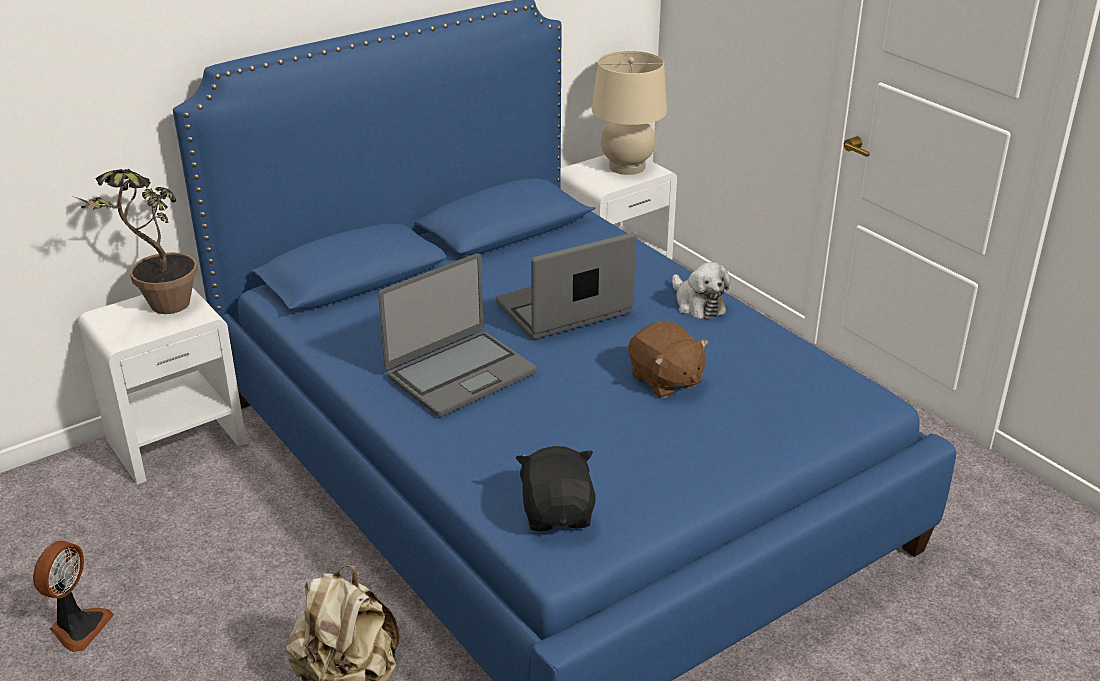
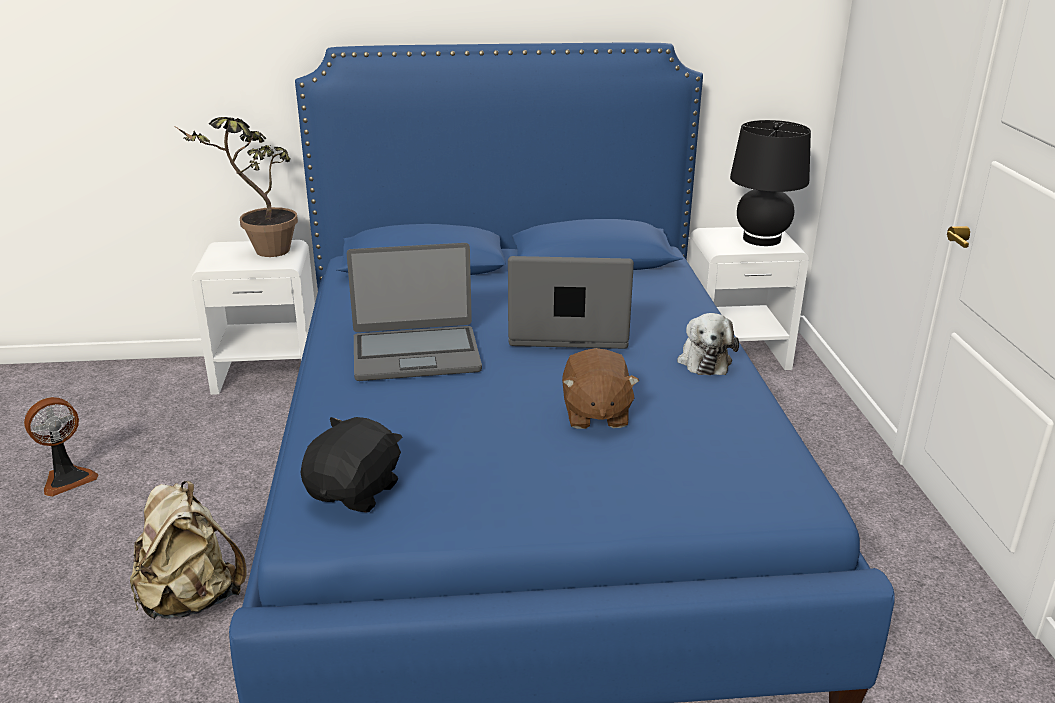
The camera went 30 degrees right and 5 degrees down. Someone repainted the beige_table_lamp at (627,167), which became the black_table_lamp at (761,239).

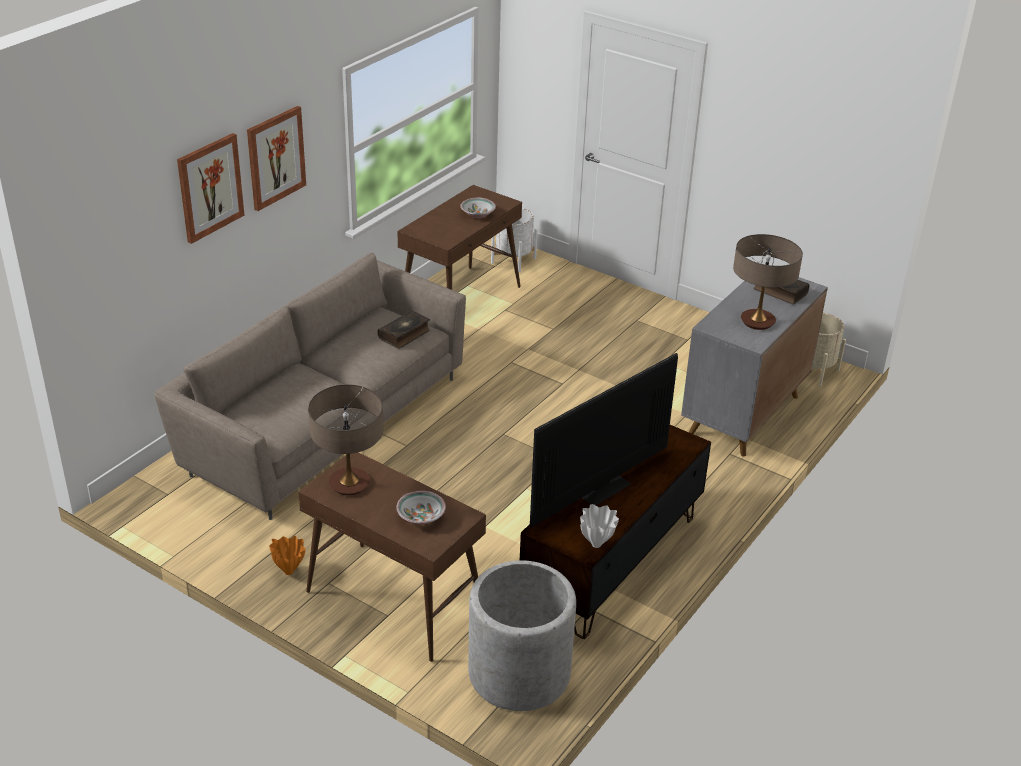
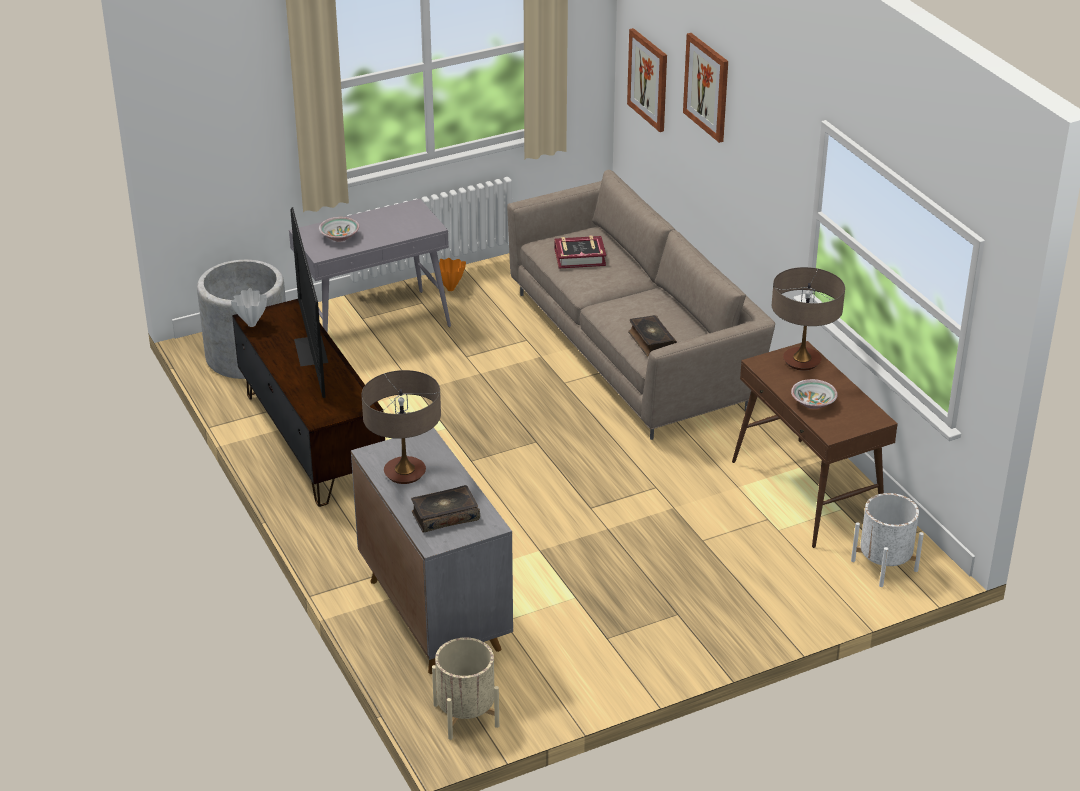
The camera went 120 degrees right and 0 degrees up. Someone carried the picture from (275,157) to (648,79). Someone repainted the brown_console_table at (393,601), which became the grey_console_table at (374,325). Someone carried the table_lamp from (349,484) to (801,361). Someone put down the book at (579,257).

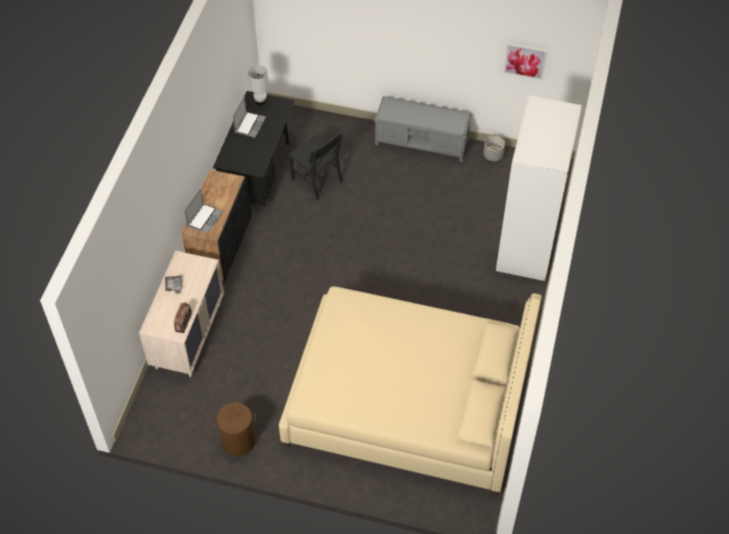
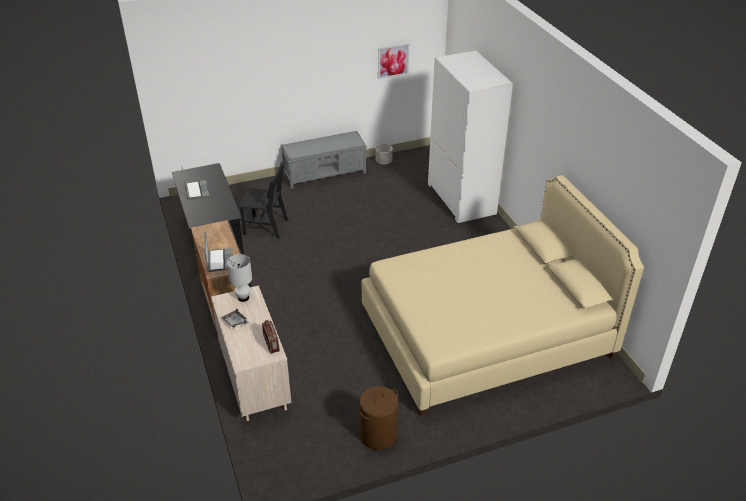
The camera went 35 degrees left and 15 degrees down. Someone carried the white_table_lamp from (260,101) to (243,298).

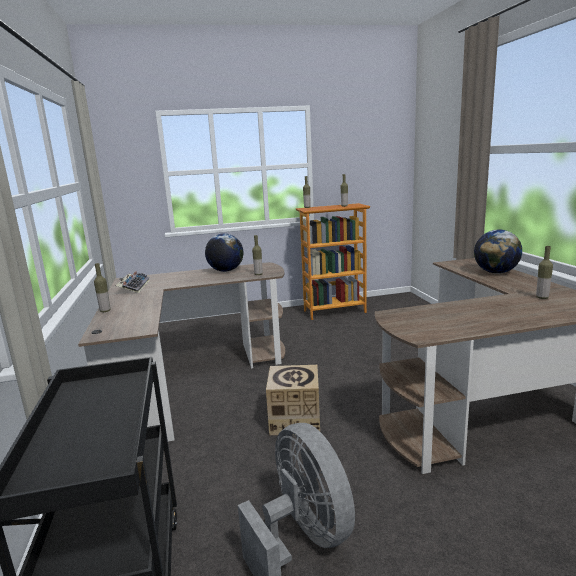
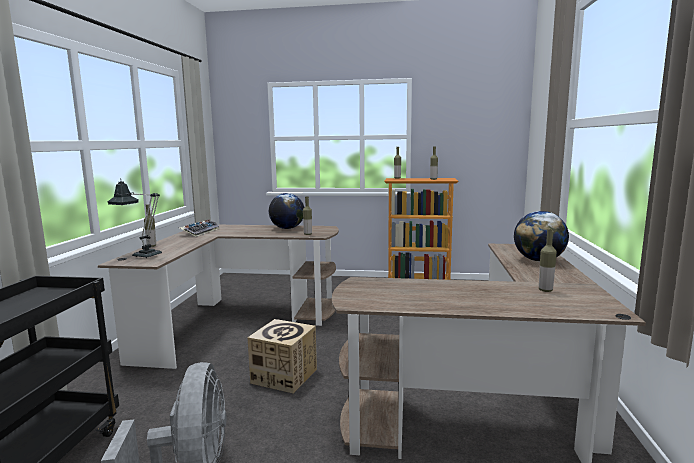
The camera went 20 degrees right and 5 degrees down. Someone put down the table_lamp at (142,255).

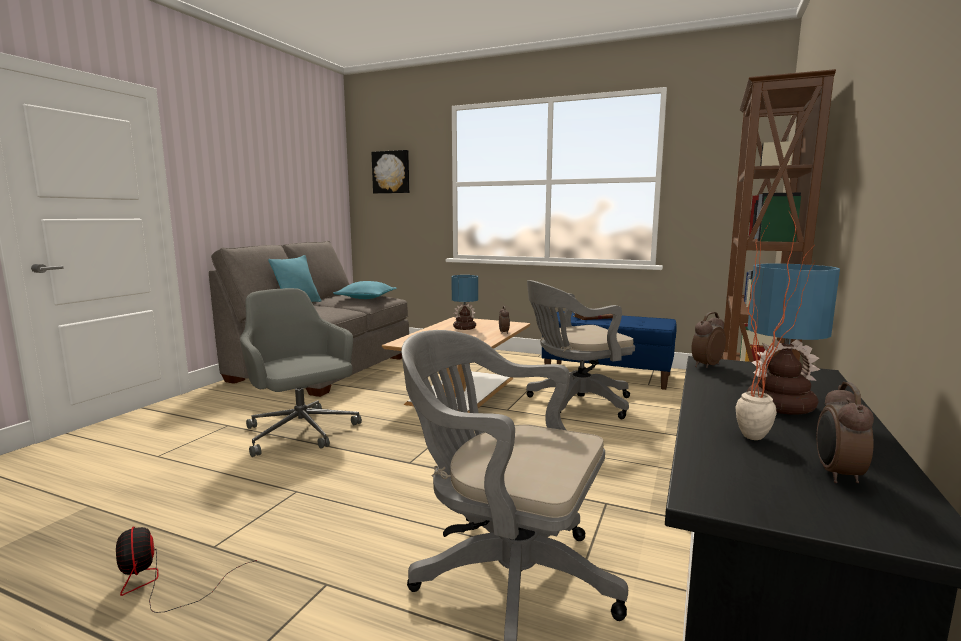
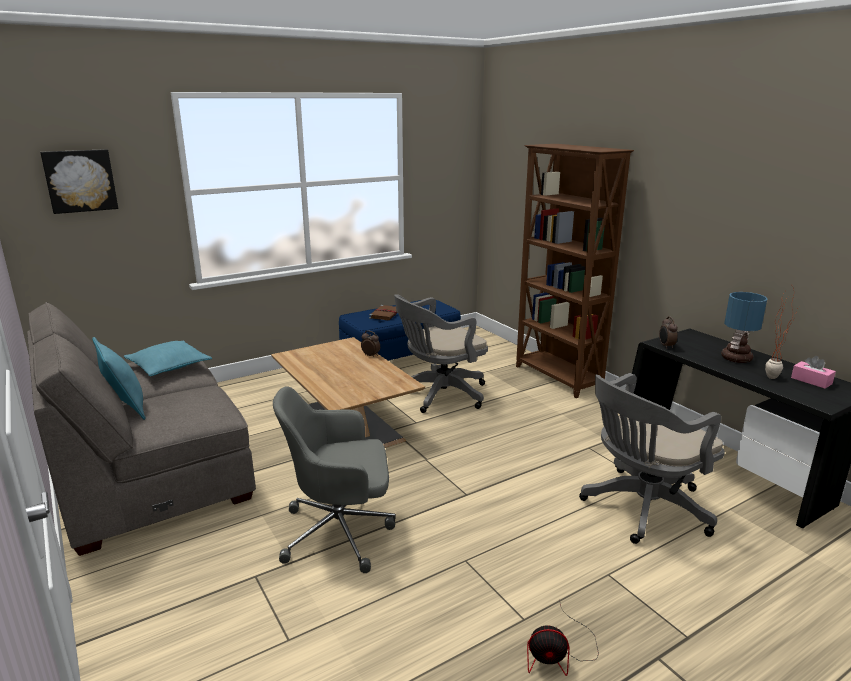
The camera went 55 degrees left and 10 degrees up. Someone took away the table_lamp at (465,328). Someone rotated the grey_office_chair at (575,403) by 45 degrees clockwise. Someone swapped the alarm_clock at (836,474) for the pink_tissue_box at (811,381).

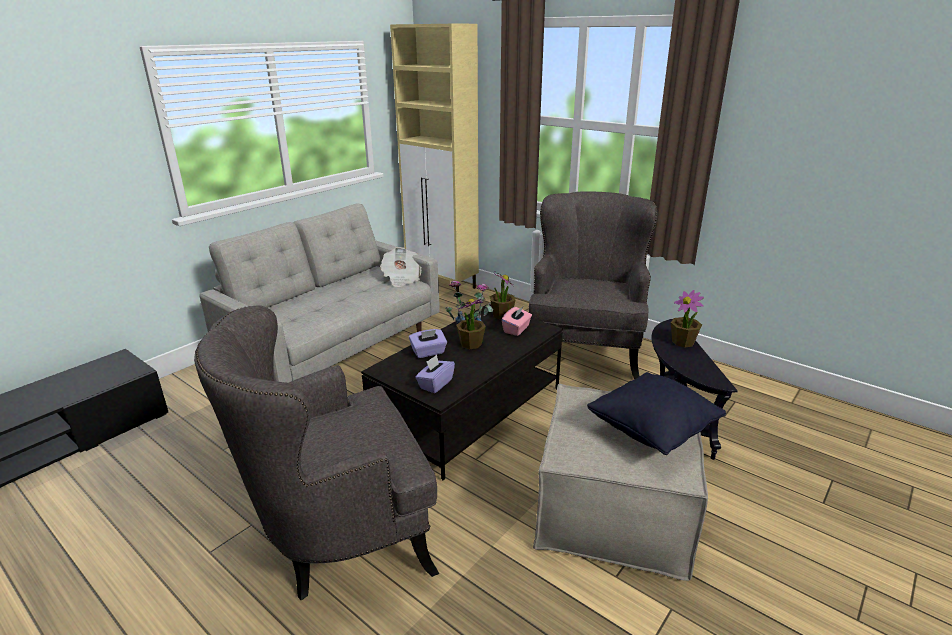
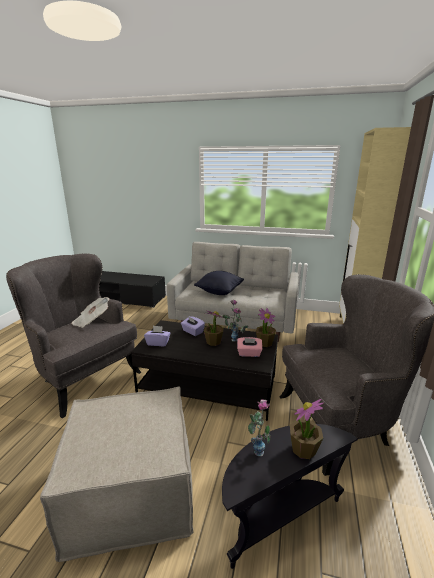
The camera went 65 degrees right and 5 degrees down. Someone carried the newspaper from (402,278) to (92,321). Someone carried the black_pillow from (652,432) to (219,292). Someone put down the vase at (258,447).

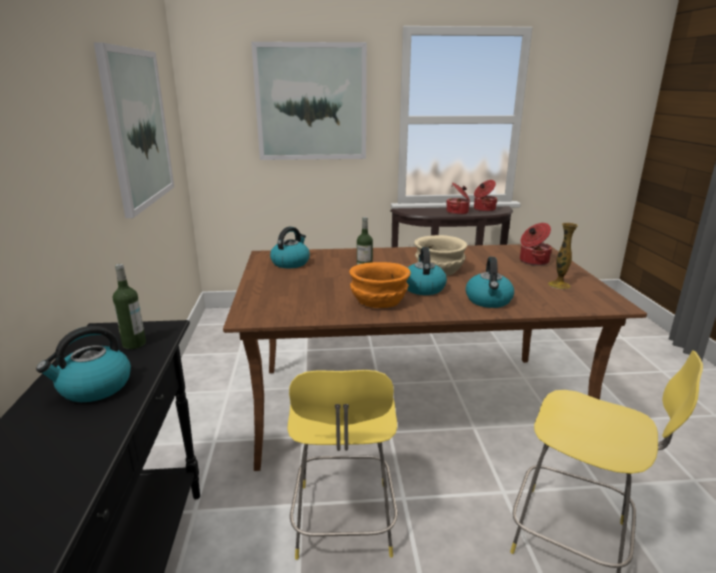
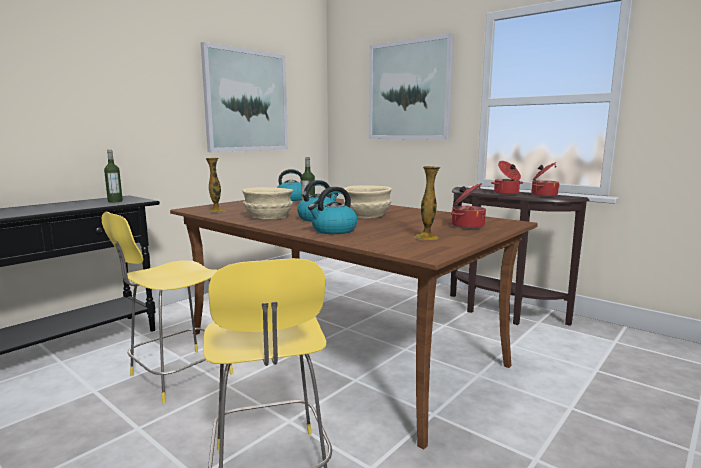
The camera went 45 degrees right and 10 degrees down. Someone took away the kettle at (94,387). Someone repainted the orange_bowl at (378,301), which became the beige_bowl at (268,217). Someone put down the vase at (216,211).

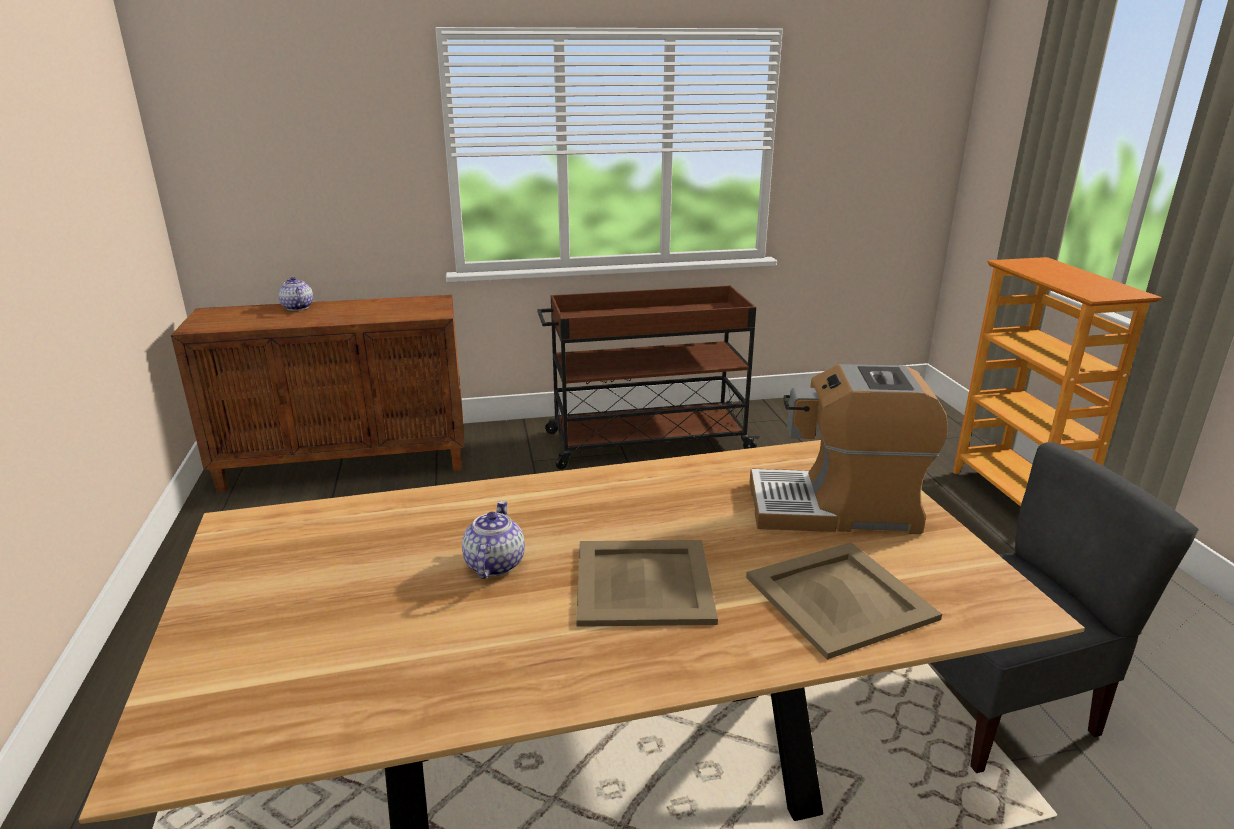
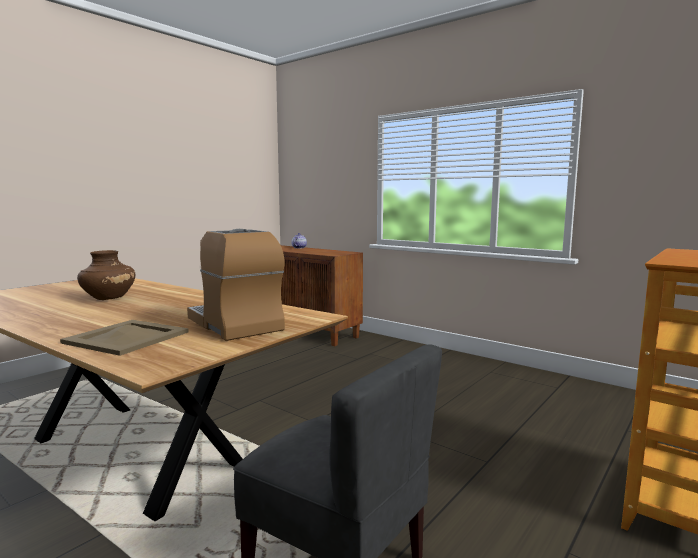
The camera went 50 degrees right and 15 degrees down. Someone swapped the teapot at (494,564) for the brown_vase at (108,298). Someone took away the brown_cart at (645,442). Someone took away the beige_tray at (644,582).

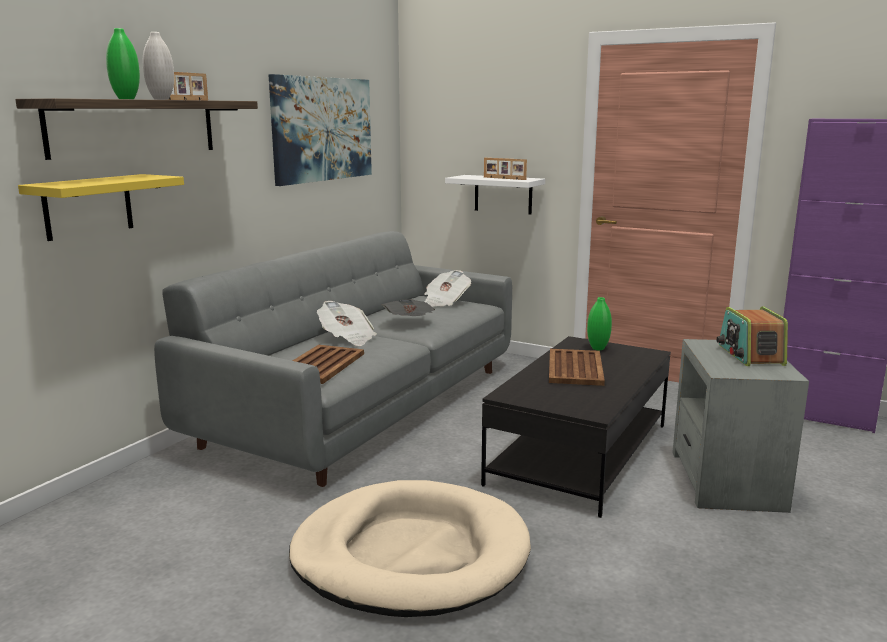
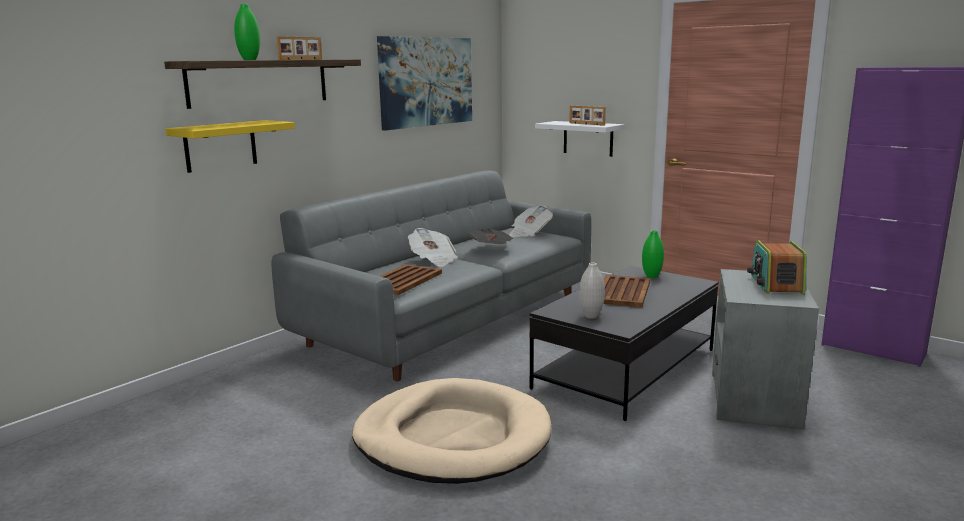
The camera went 10 degrees right and 0 degrees up. Someone carried the white_vase from (161,99) to (591,316).

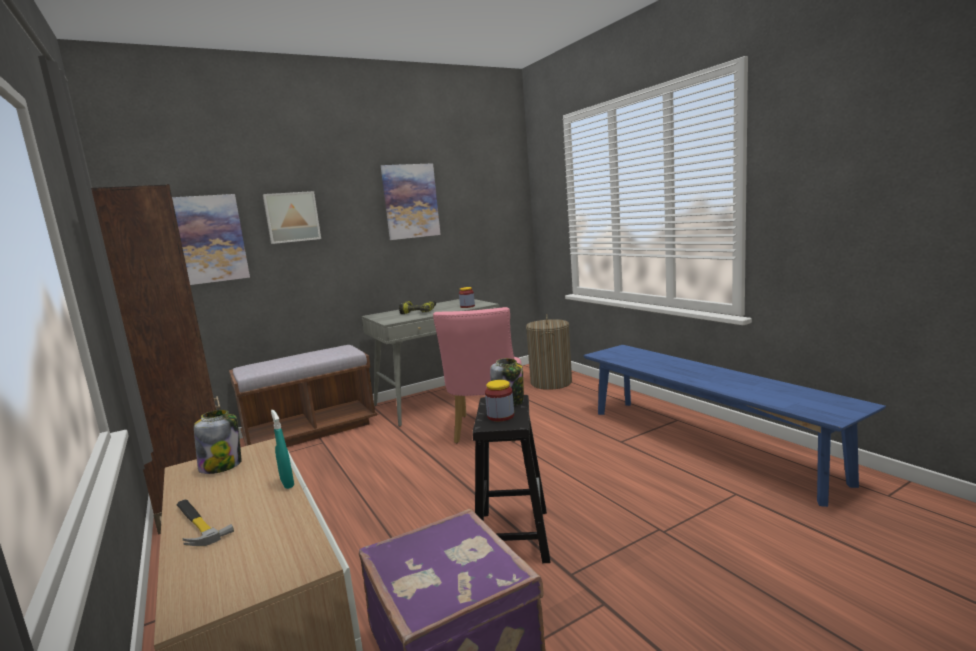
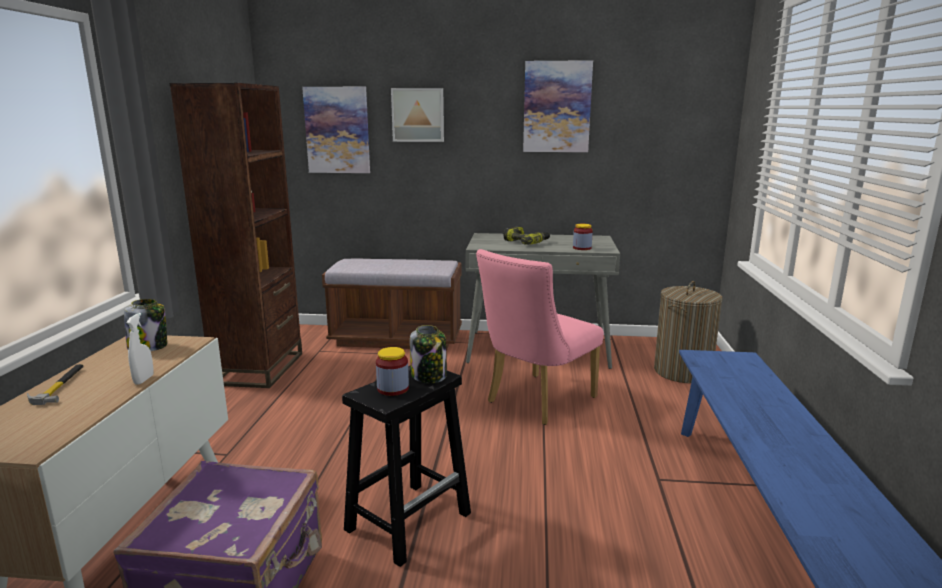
The camera went 35 degrees right and 5 degrees up. Someone repainted the turquoise_spray_bottle at (287,483), which became the white_spray_bottle at (144,379).

